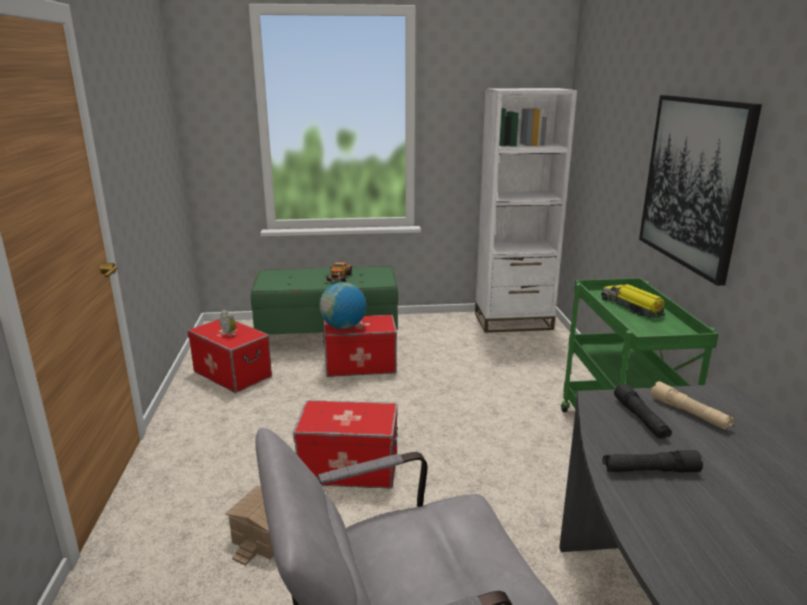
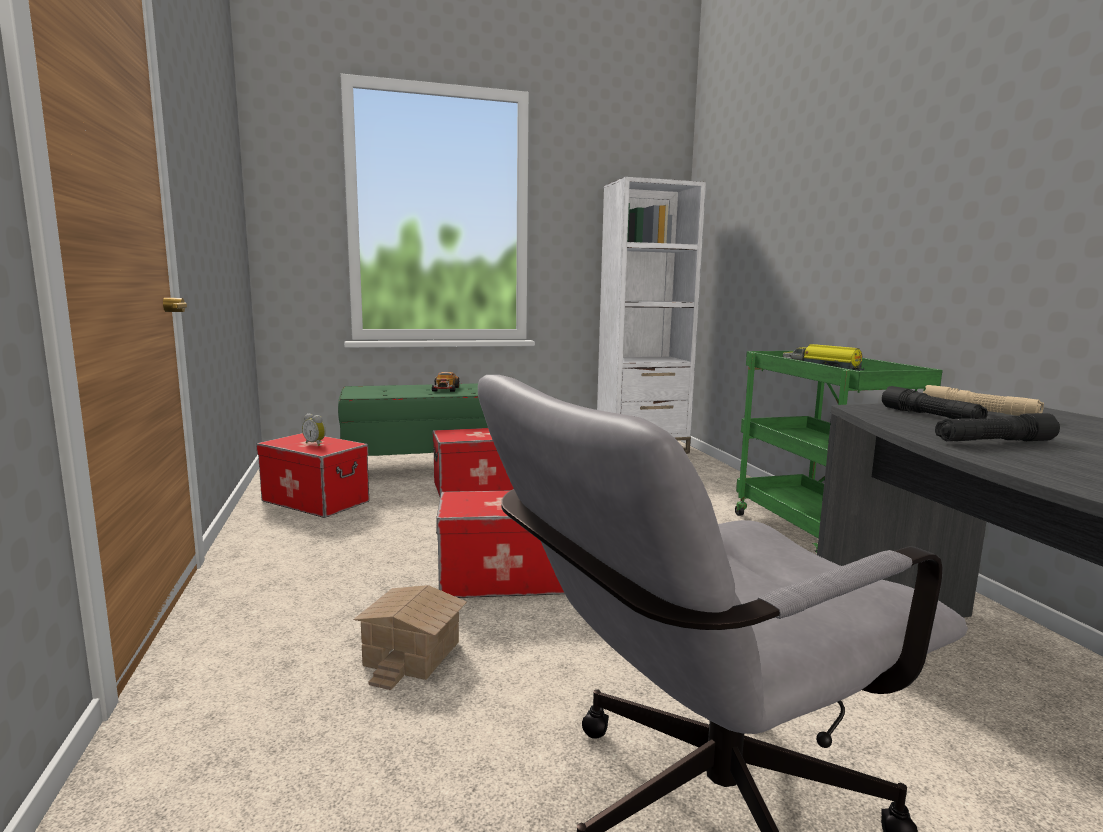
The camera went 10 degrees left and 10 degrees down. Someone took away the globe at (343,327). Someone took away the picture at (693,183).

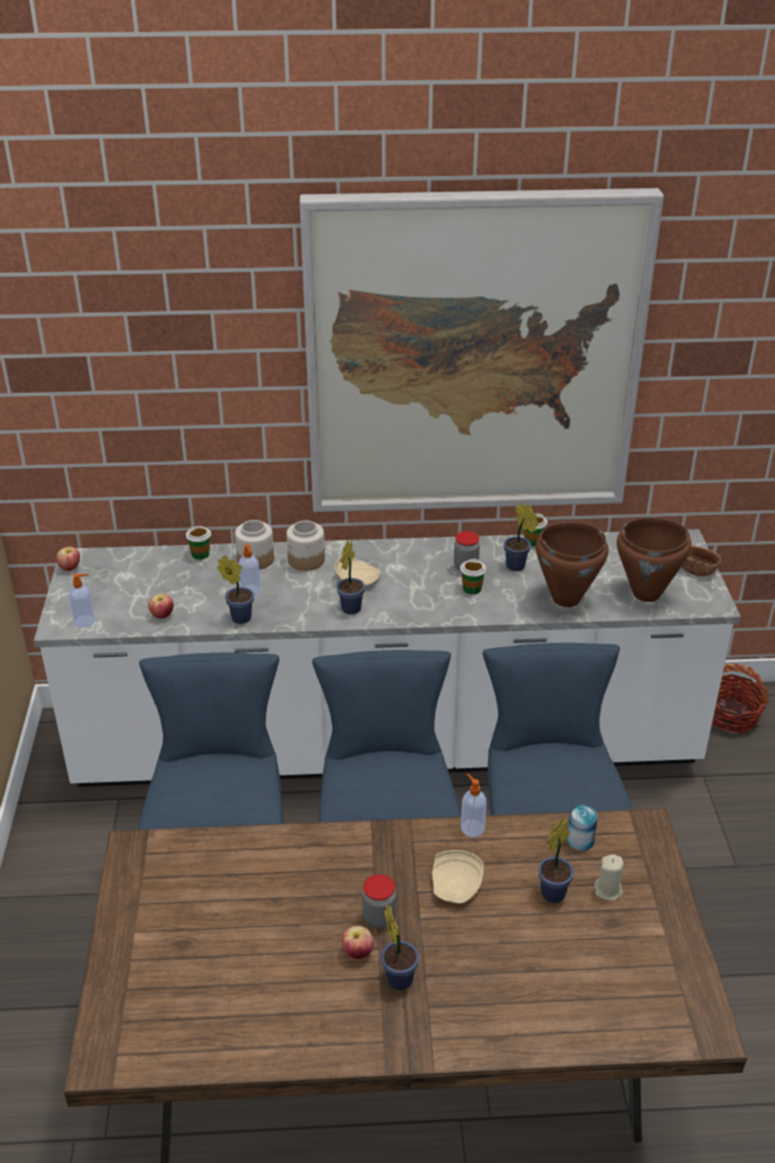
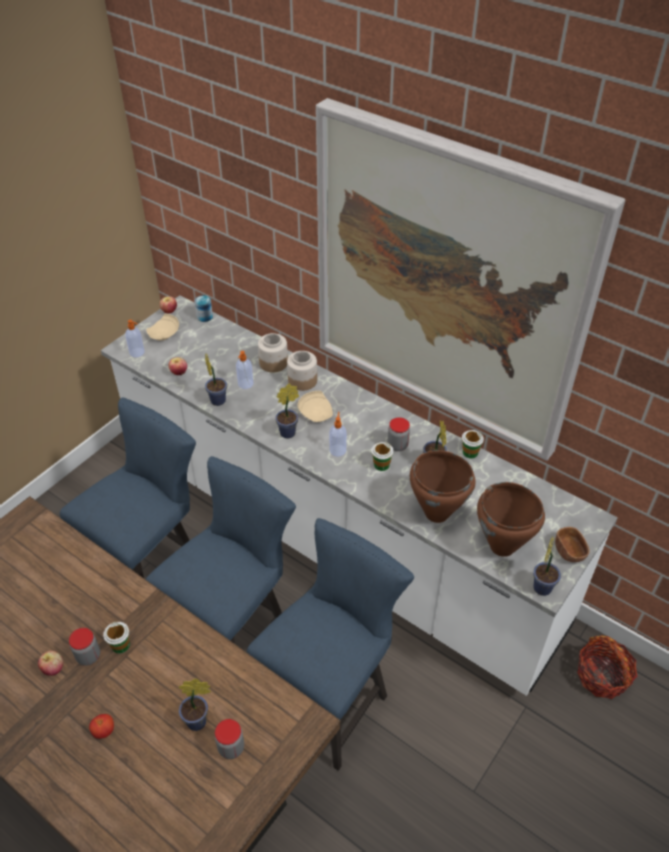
The camera went 40 degrees right and 10 degrees up. Someone carried the cup from (200,554) to (120,645). Someone carried the potted_plant from (398,976) to (543,586). Someone carried the beige_plate from (456,886) to (164,334). Someone carried the soap_dispenser from (472,827) to (337,450). Someone carried the can from (580,840) to (205,317). Someone swapped the beige_candle at (608,890) for the jar at (231,748). Someone put down the tomato at (104,731).

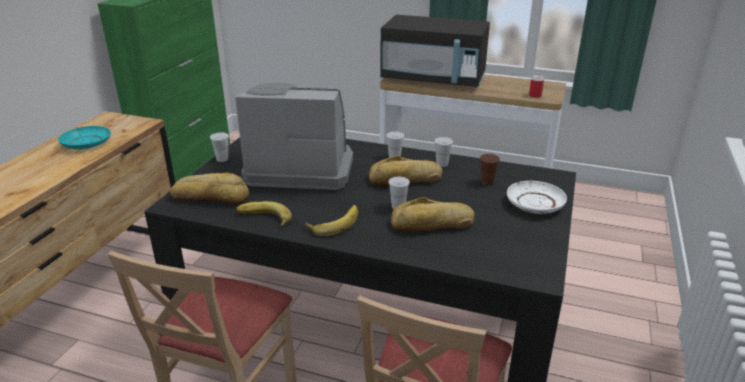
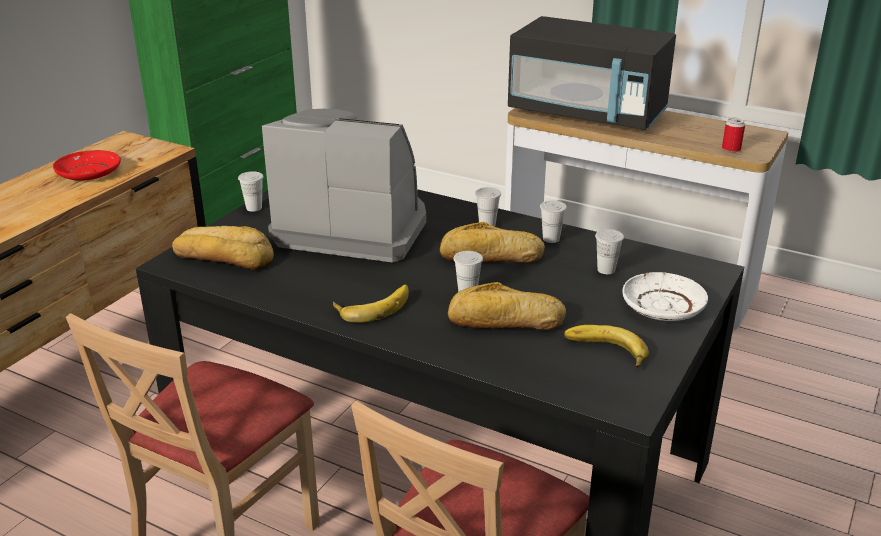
The camera went 10 degrees right and 0 degrees up. Someone repainted the turquoise_plate at (86,143), which became the red_plate at (88,173). Someone carried the banana from (263,219) to (604,352). Someone repainted the brown_cup at (487,182), which became the white_cup at (606,270).

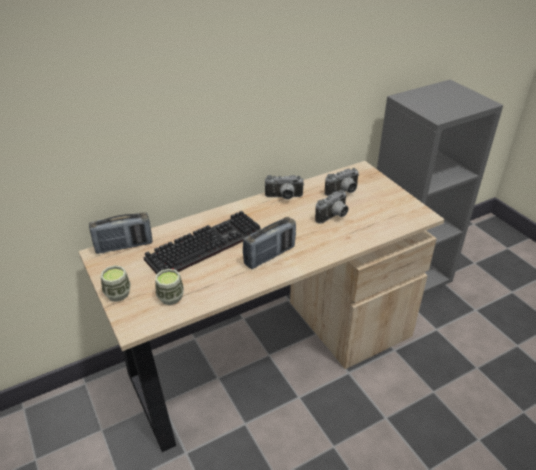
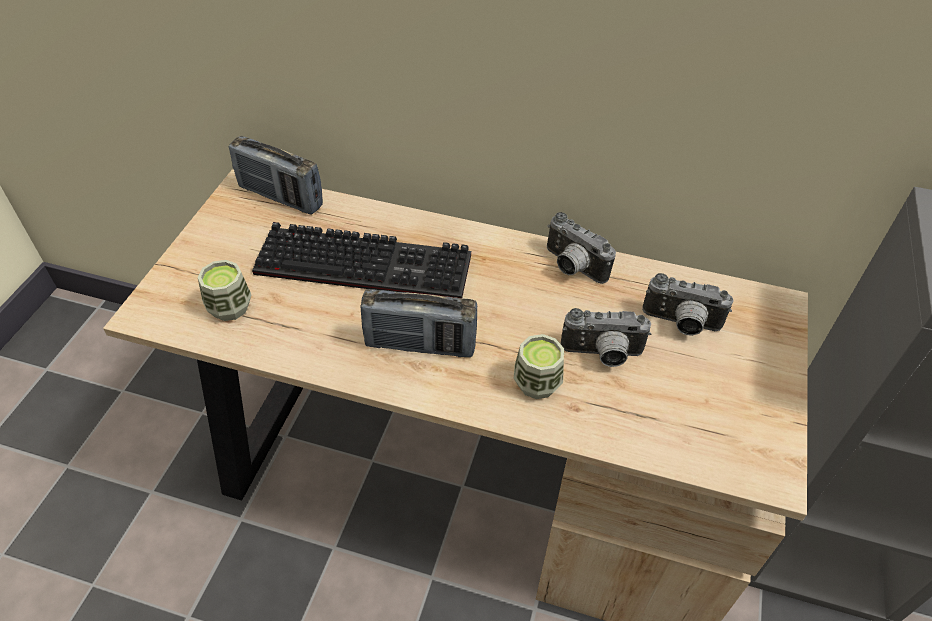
The camera went 45 degrees right and 10 degrees up. Someone carried the cup from (118,294) to (537,383).

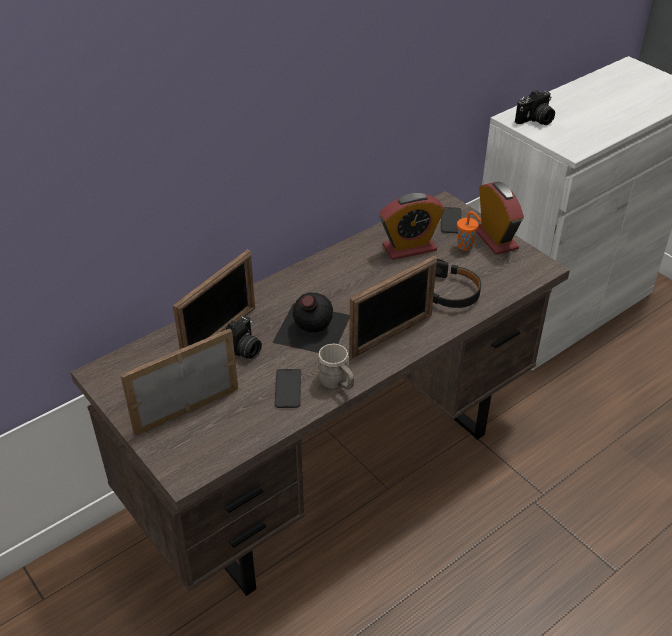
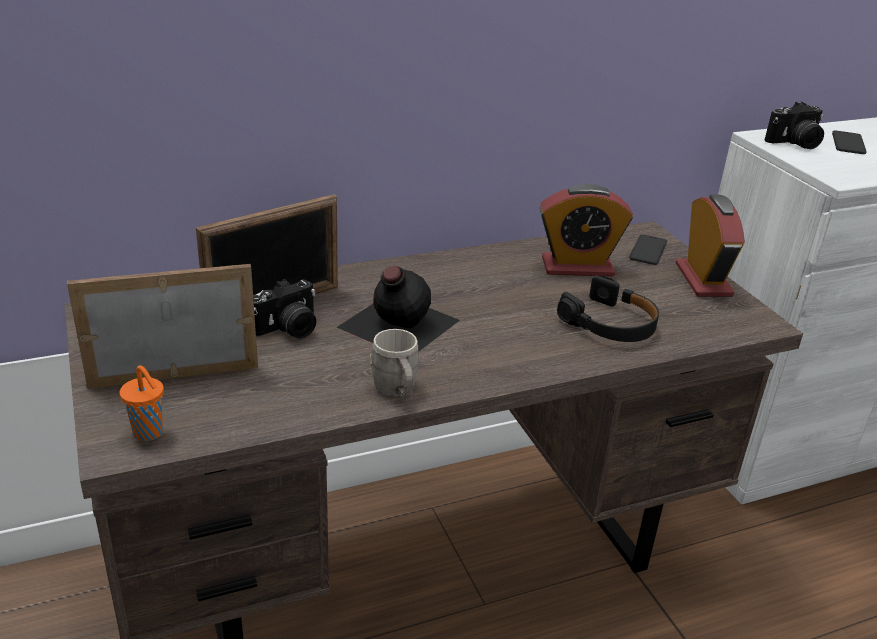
The camera went 15 degrees right and 10 degrees down. Someone carried the phone from (288,388) to (848,143). Someone took away the picture_frame at (391,335). Someone carried the orange_cup from (466,246) to (149,434).

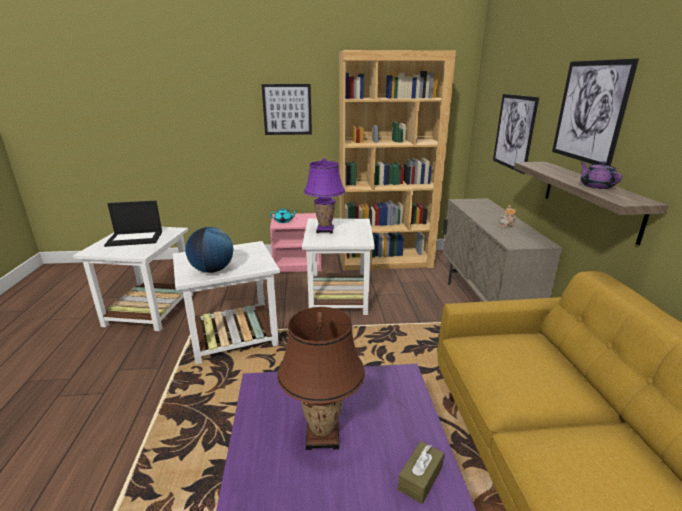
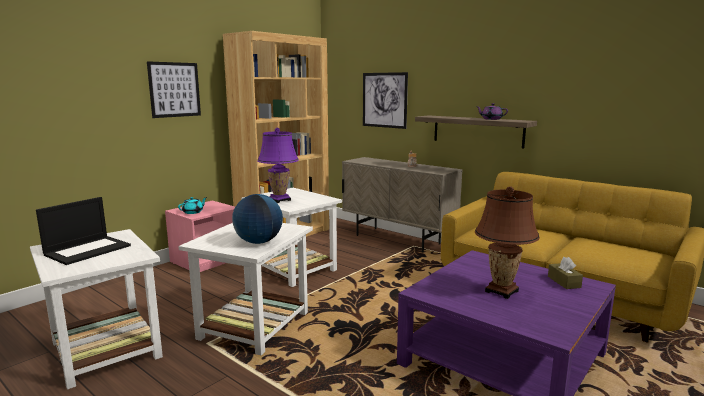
The camera went 45 degrees left and 10 degrees down. Someone took away the picture at (589,112).

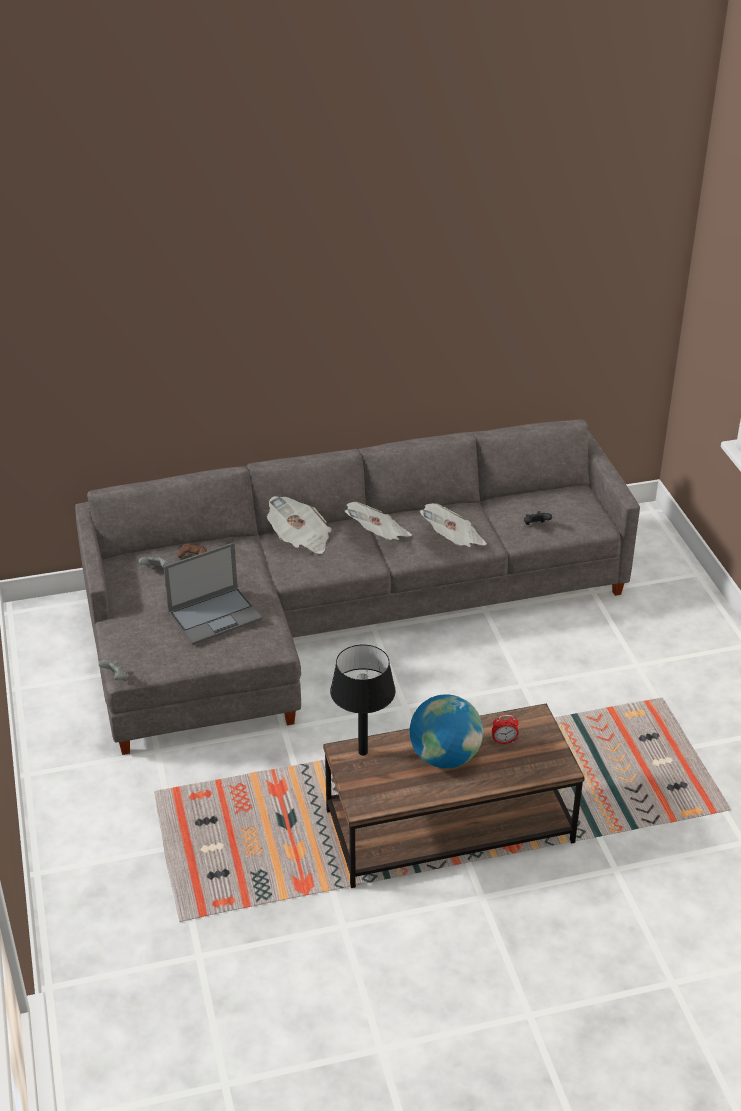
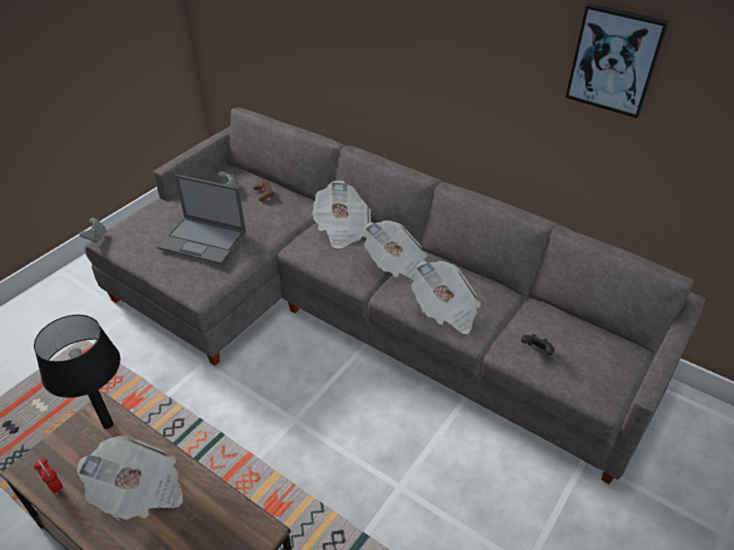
The camera went 50 degrees right and 5 degrees up. Someone swapped the globe at (445,757) for the newspaper at (140,491). Someone carried the alarm_clock from (504,741) to (55,486). Someone put up the picture at (614,60).

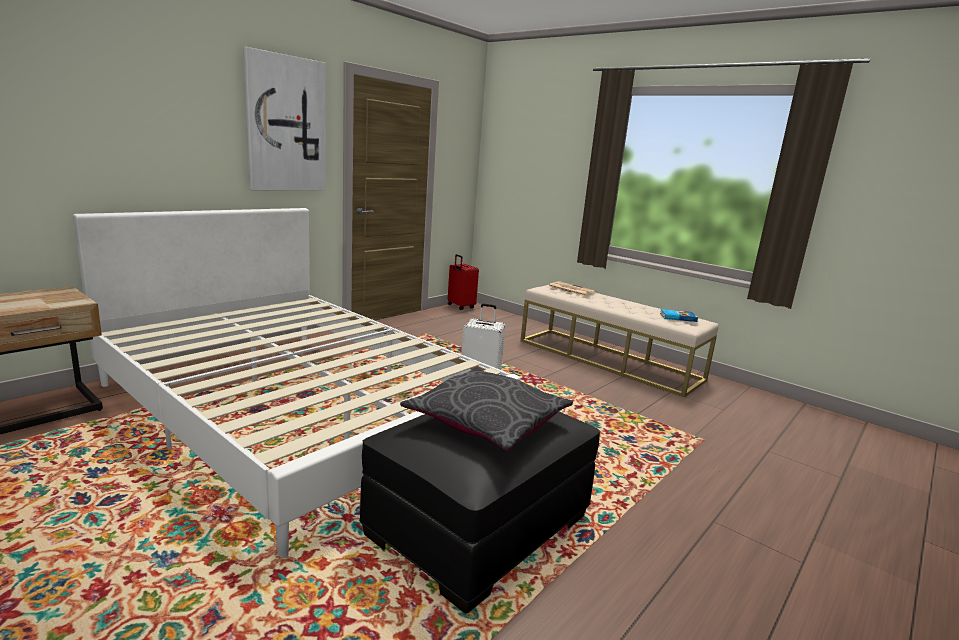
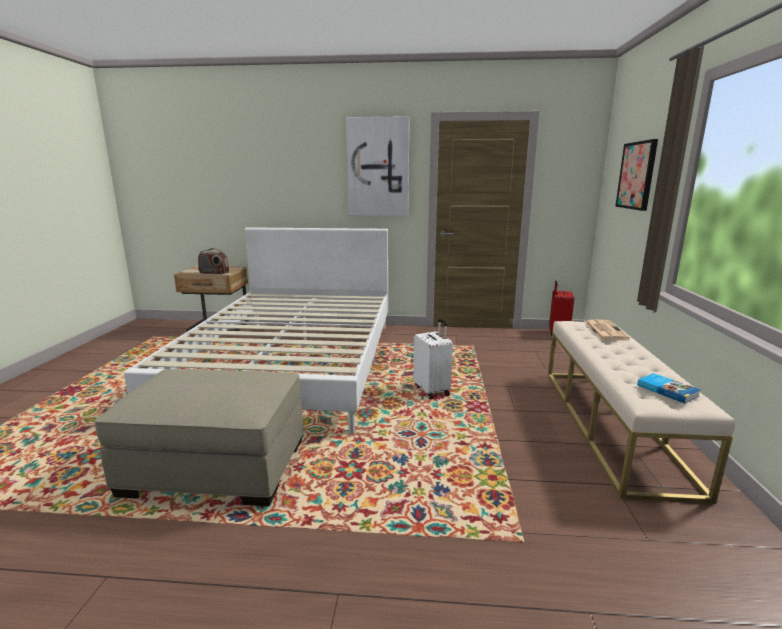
The camera went 55 degrees right and 0 degrees up. Someone repainted the black_ottoman at (480,524), which became the beige_ottoman at (218,467). Someone took away the grey_pillow at (487,421). Someone put down the radio at (214,273). Someone put up the picture at (637,175).

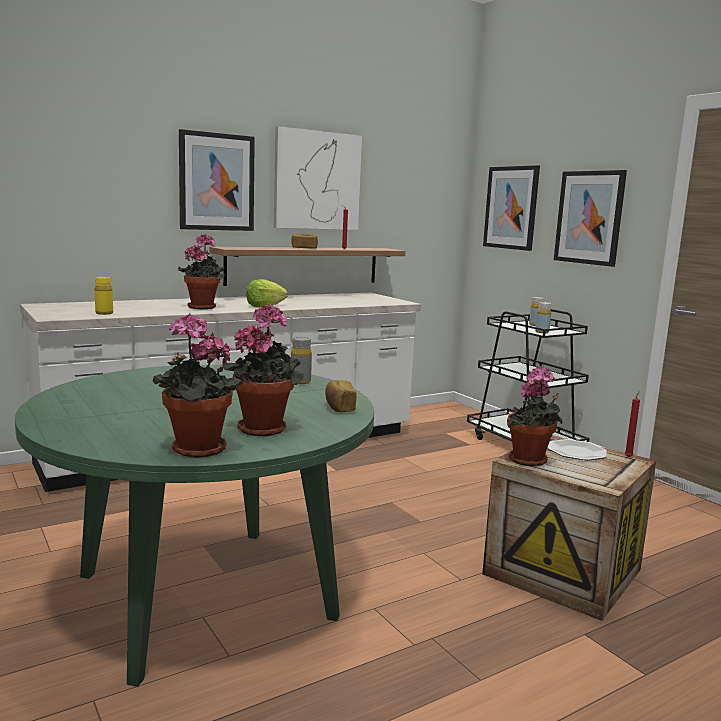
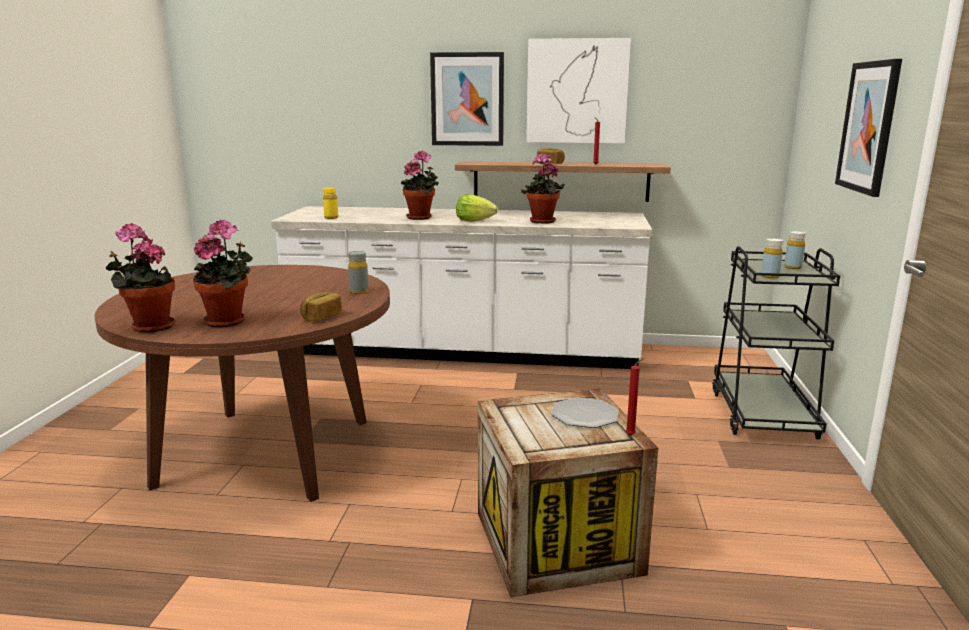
The camera went 40 degrees right and 5 degrees up. Someone repainted the green_dining_table at (205,595), which became the brown_dining_table at (266,452). Someone took away the picture at (511,208). Someone carried the potted_plant from (530,461) to (542,222).

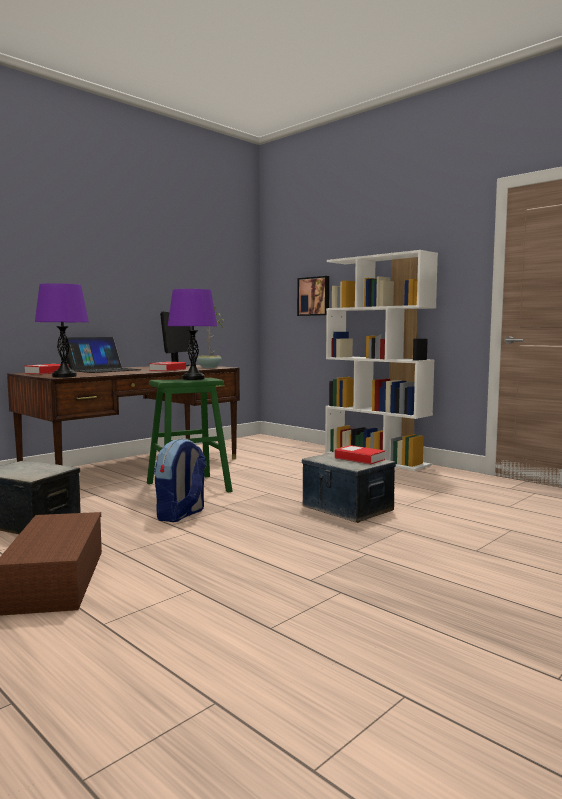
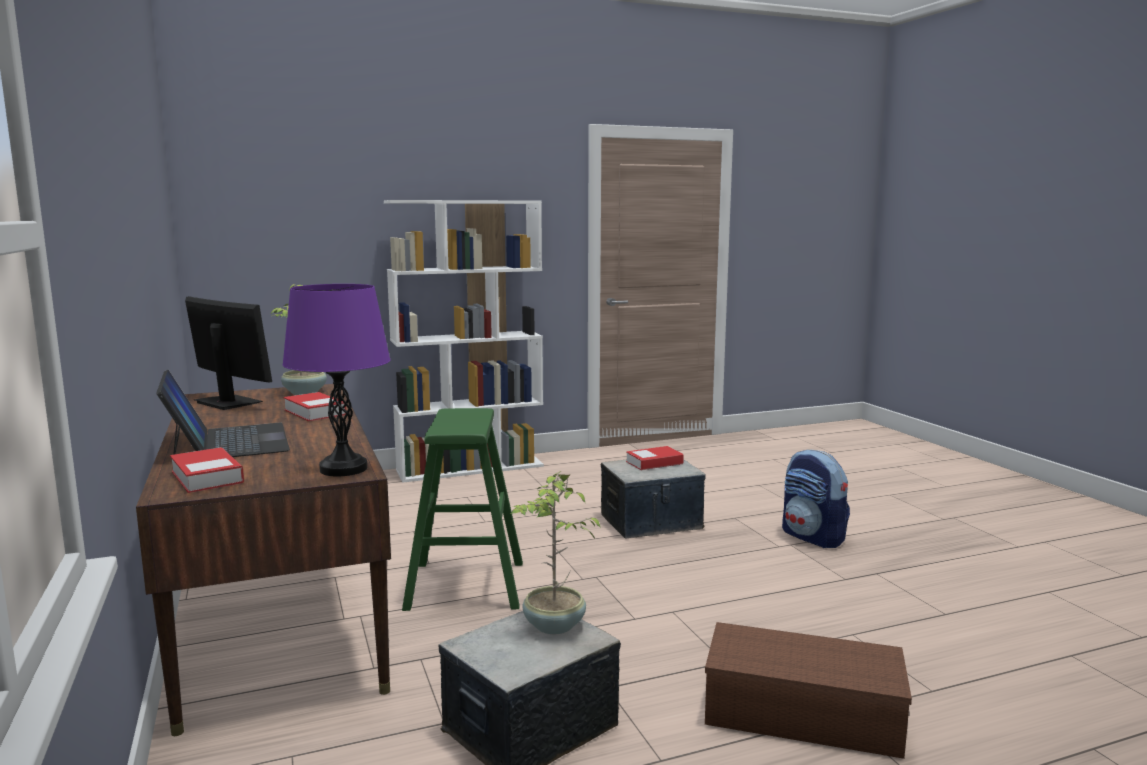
The camera went 65 degrees left and 5 degrees up. Someone carried the backpack from (181,515) to (813,537). Someone took away the purple_table_lamp at (193,379). Someone took away the picture at (314,296). Someone put down the potted_plant at (553,626).

